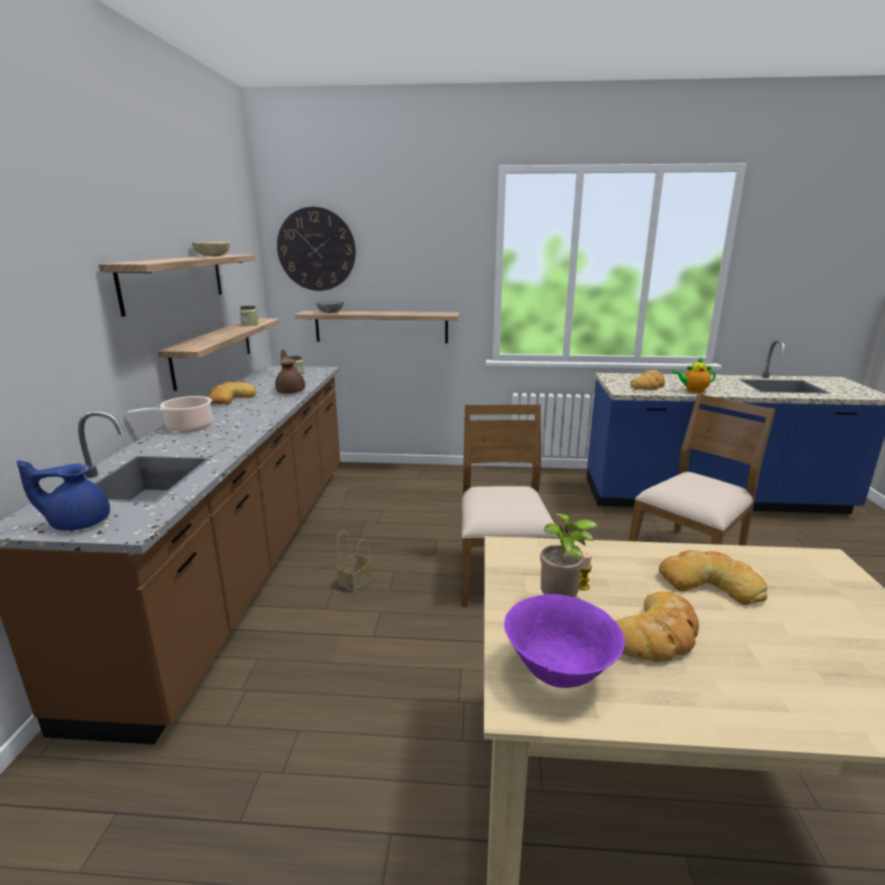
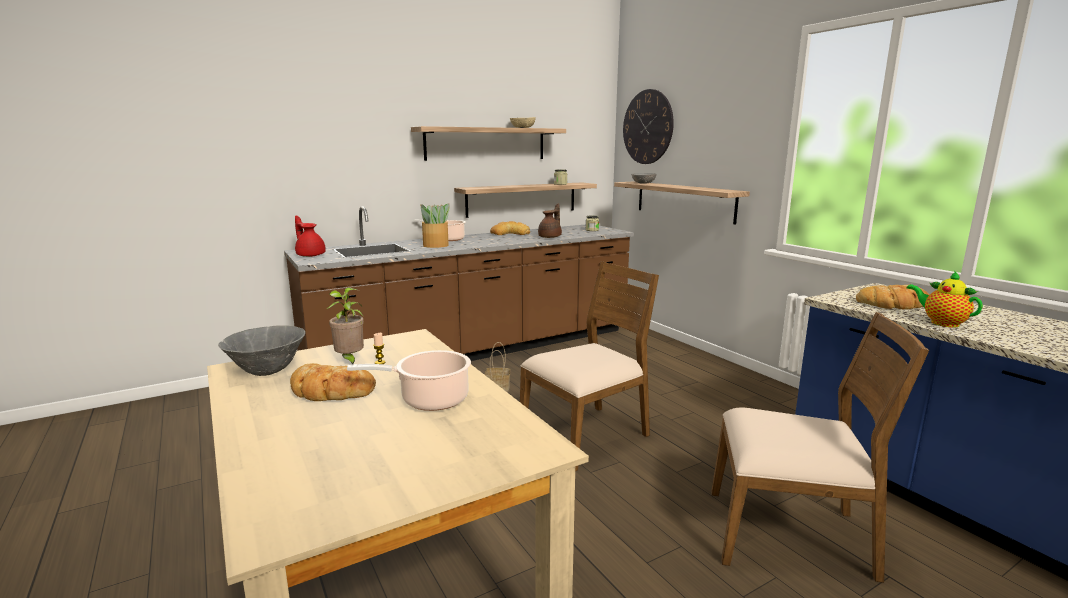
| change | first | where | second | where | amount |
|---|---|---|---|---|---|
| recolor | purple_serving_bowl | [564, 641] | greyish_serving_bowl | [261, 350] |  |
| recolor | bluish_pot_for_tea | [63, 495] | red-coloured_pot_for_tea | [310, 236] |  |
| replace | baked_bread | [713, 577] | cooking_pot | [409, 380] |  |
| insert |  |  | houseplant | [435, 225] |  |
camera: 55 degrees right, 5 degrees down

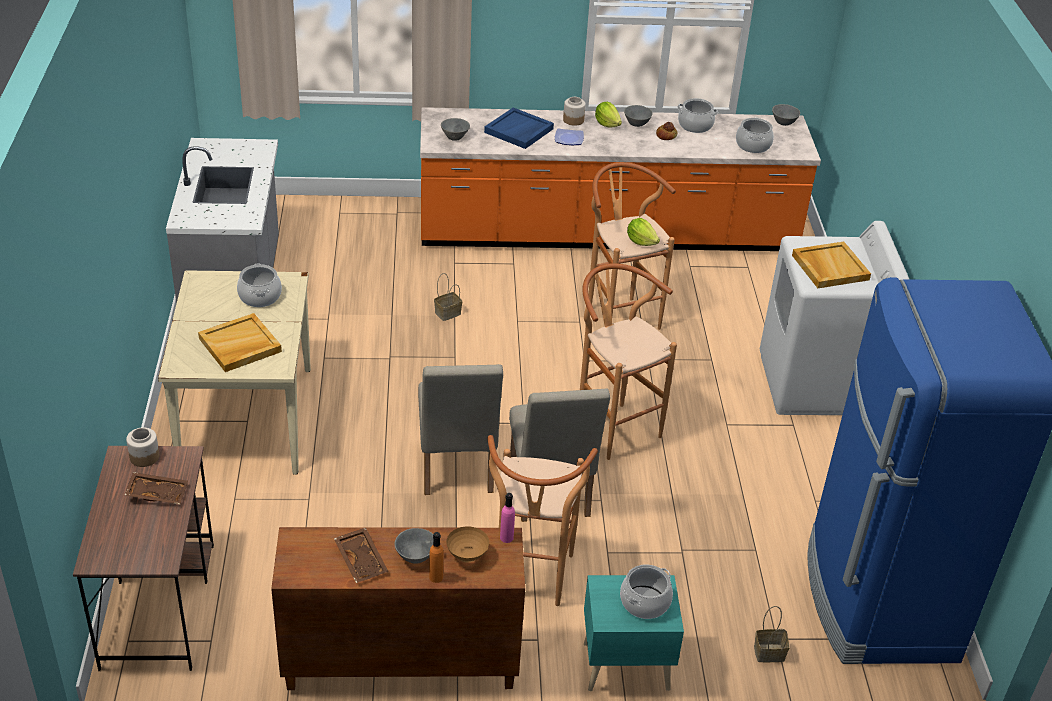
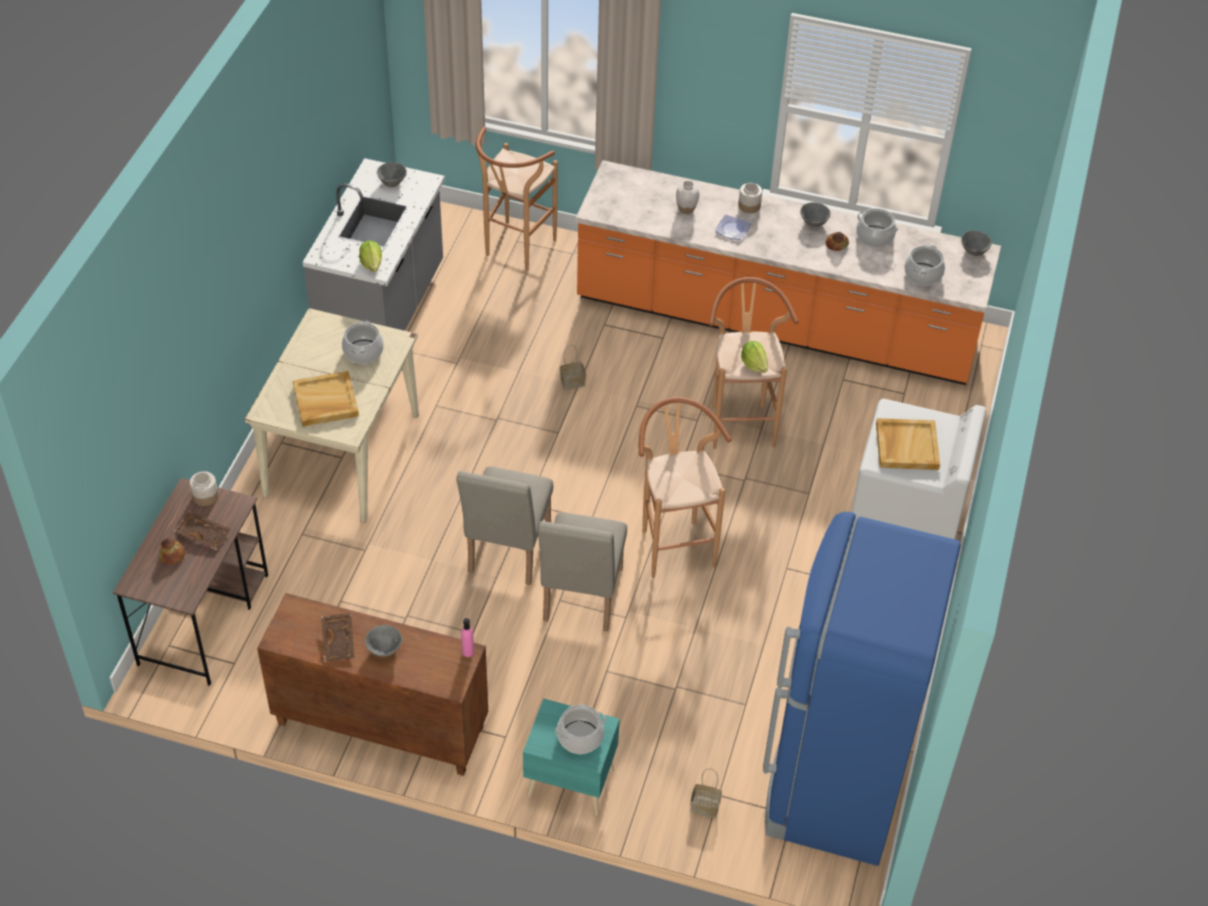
| change | first | where | second | where | amount |
|---|---|---|---|---|---|
| insert |  |  | baked_bread | [172, 551] |  |
| move | head_of_lettuce | [608, 115] |  | [370, 256] |  |
| move | greyish_serving_bowl | [455, 129] |  | [392, 174] |  |
| move | brownish_stool_seat | [542, 520] |  | [517, 199] |  |
| replace | bluish_tray | [519, 128] | whitish_vase | [687, 197] |  |
| delete | orange_bottle | [436, 557] |  |  |  |
| delete | brownish_serving_bowl | [467, 544] |  |  |  |
camera: 20 degrees right, 10 degrees up

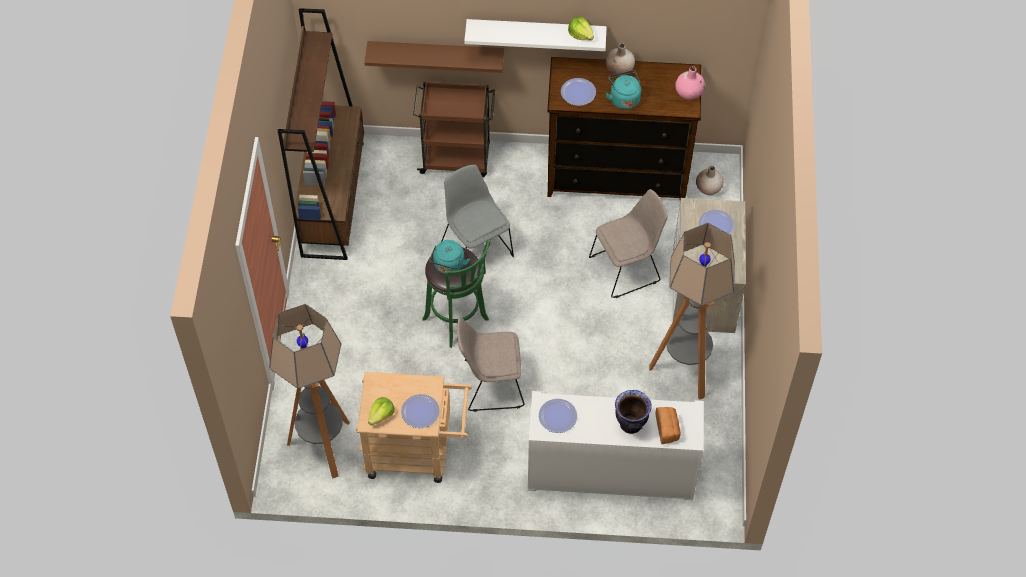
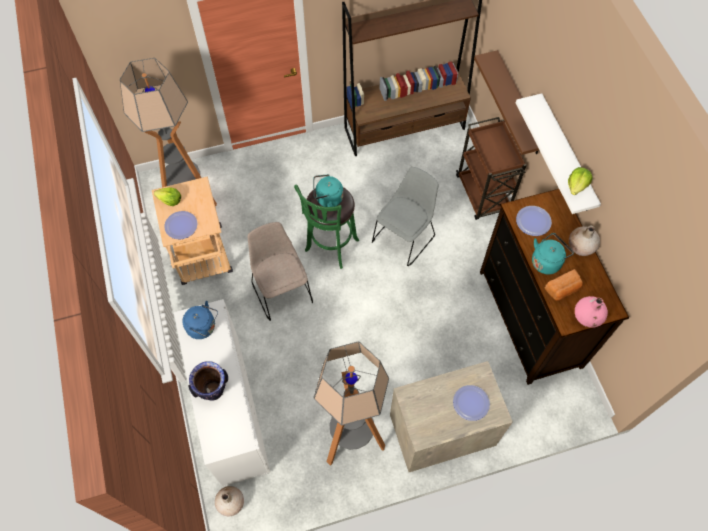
| change | first | where | second | where | amount |
|---|---|---|---|---|---|
| replace | flat_dish | [558, 416] | bluish_water_kettle | [200, 320] |  |
| move | beige_vase | [710, 180] |  | [229, 501] |  |
| move | baked_bread | [668, 425] |  | [564, 285] |  |
| delete | beige_plain_chair | [628, 243] |  |  |  |
camera: 70 degrees right, 5 degrees up

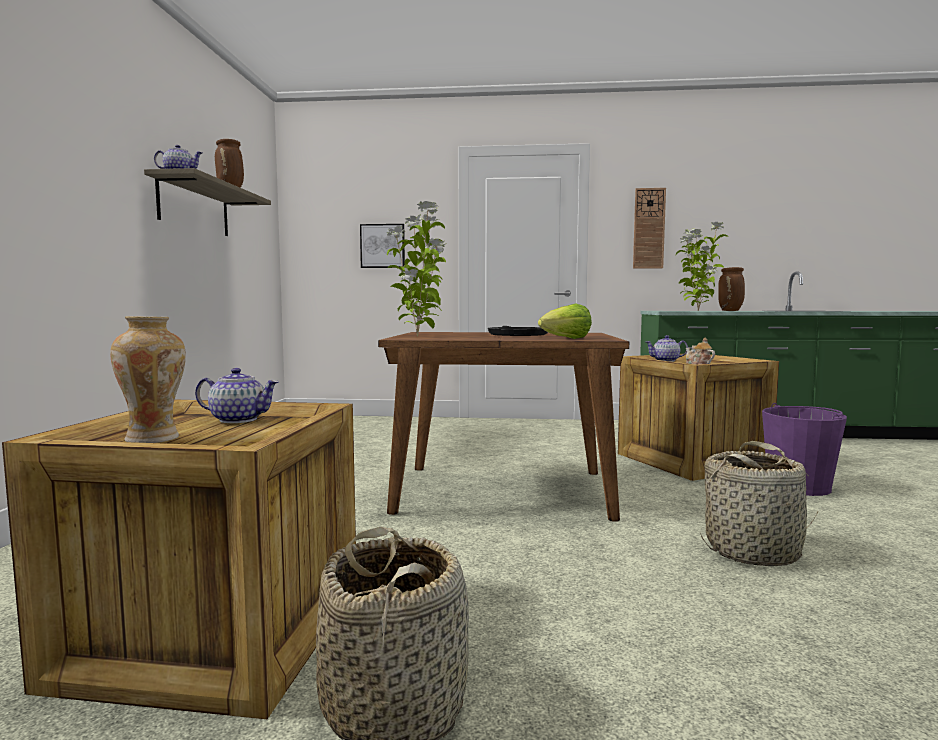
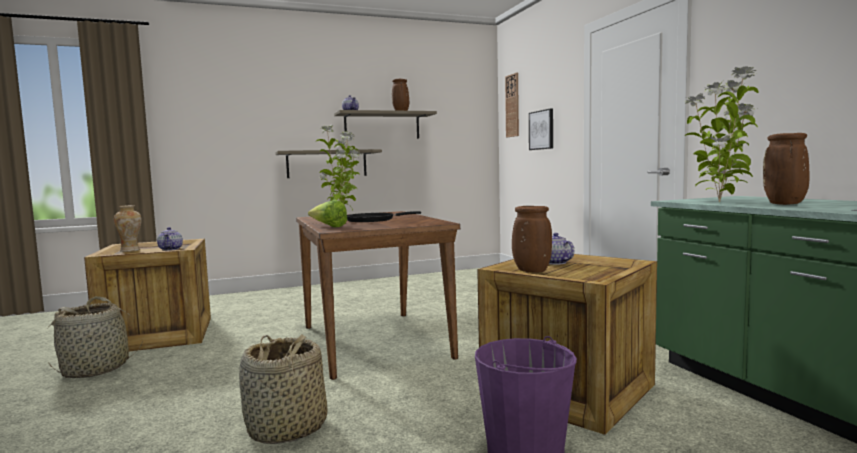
| change | first | where | second | where | amount |
|---|---|---|---|---|---|
| insert |  |  | wall_shelf | [328, 163] |  |
| move | wall_clock | [649, 228] |  | [512, 105] |  |
| replace | pot_for_tea | [700, 351] | brownish_vase | [532, 239] |  |
camera: 65 degrees right, 0 degrees up

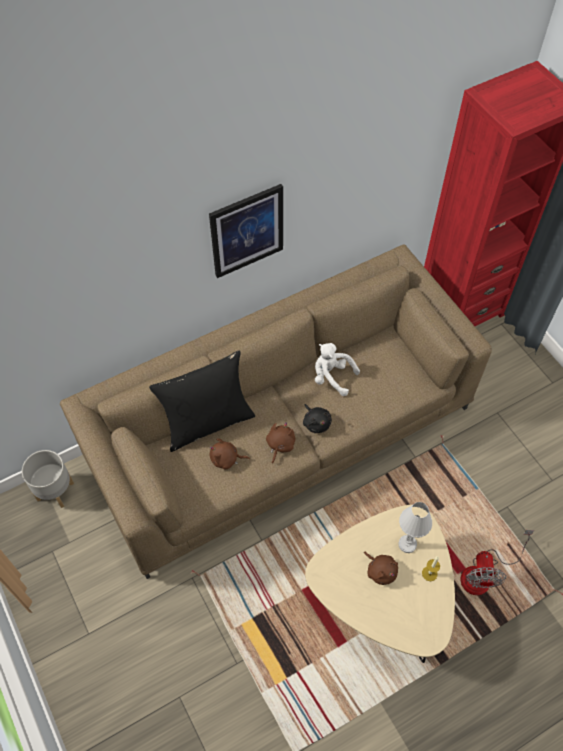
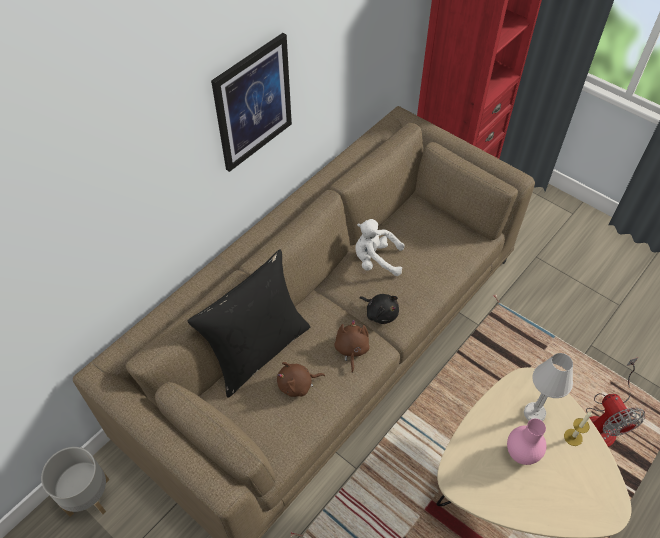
| change | first | where | second | where | amount |
|---|---|---|---|---|---|
| replace | brownish_cuddly_toy | [381, 568] | pinkish_vase | [526, 441] |  |
camera: 20 degrees left, 5 degrees down

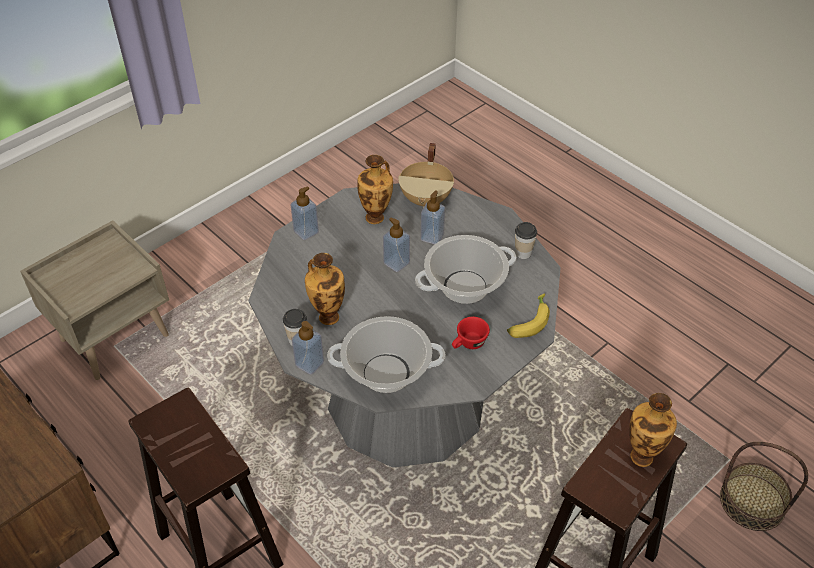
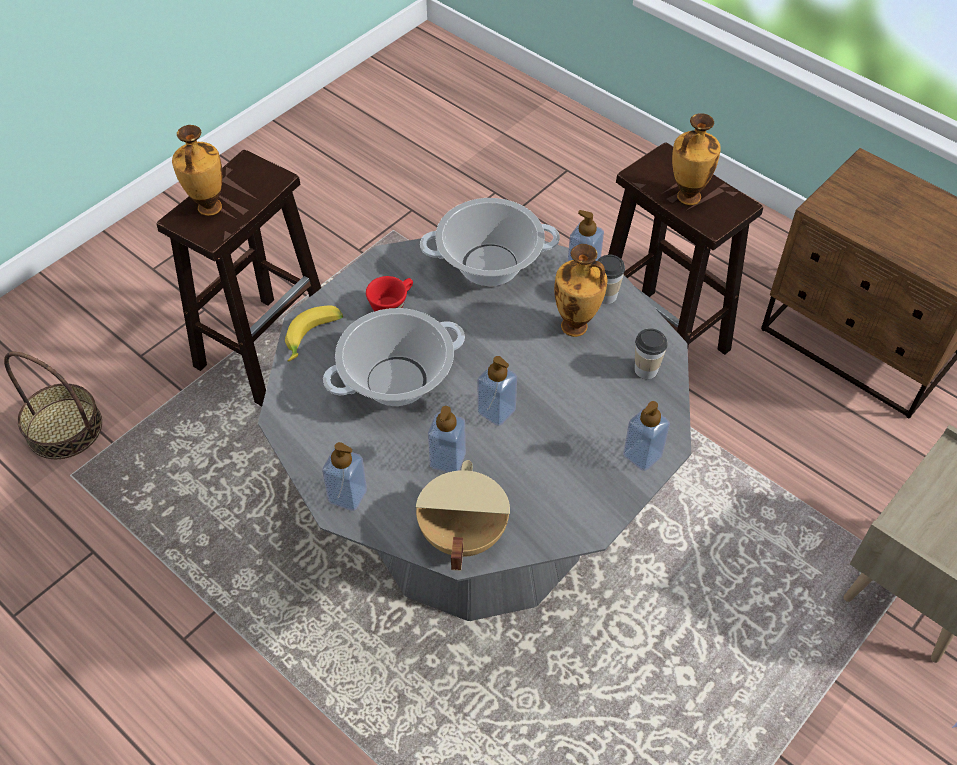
| change | first | where | second | where | amount |
|---|---|---|---|---|---|
| insert |  |  | soap_dispenser | [344, 476] |  |
| move | cup | [526, 240] |  | [651, 353] |  |
| move | vase | [375, 189] |  | [696, 159] |  |
camera: 175 degrees right, 5 degrees up

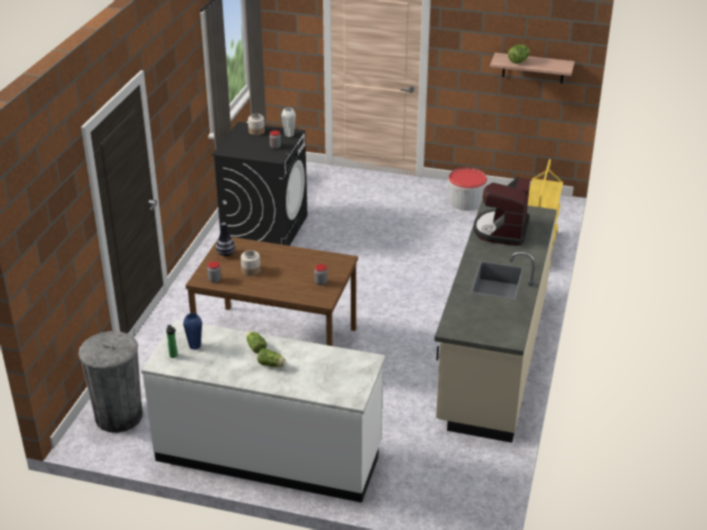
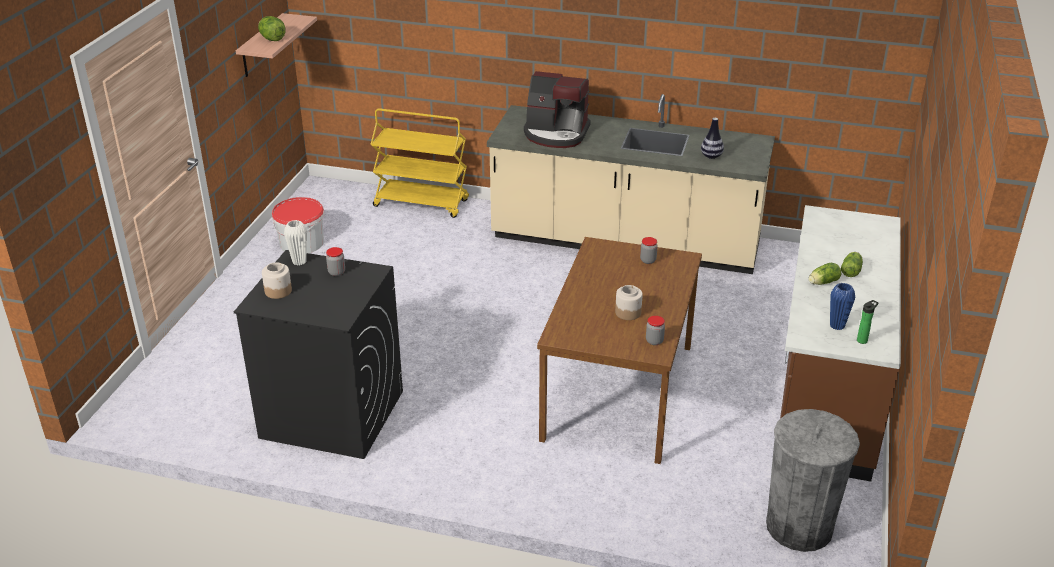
| change | first | where | second | where | amount |
|---|---|---|---|---|---|
| move | vase | [225, 239] |  | [712, 138] |  |
| recolor | whitish_counter | [263, 411] | brownish_counter | [840, 343] |  |
camera: 90 degrees left, 0 degrees up

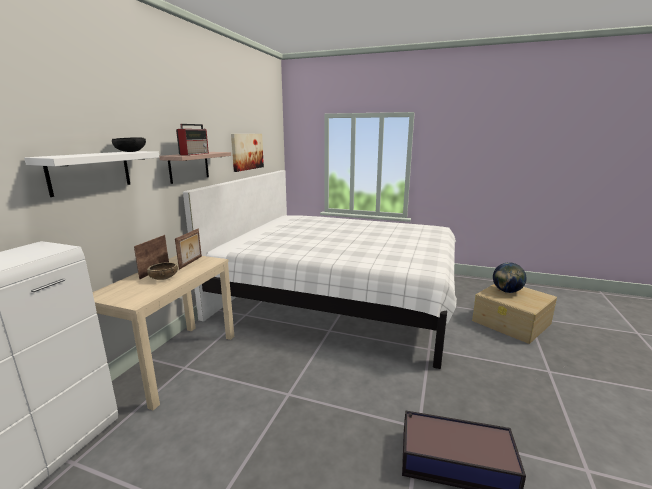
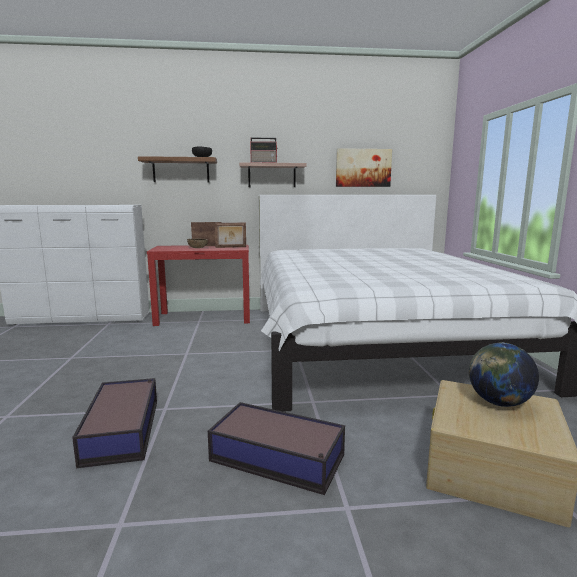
| change | first | where | second | where | amount |
|---|---|---|---|---|---|
| recolor | whitish_wall_shelf | [91, 174] | brownish_wall_shelf | [177, 169] |  |
| recolor | beige_narrow_table | [163, 333] | red-coloured_narrow_table | [198, 285] |  |
| insert |  |  | storage_bin | [276, 448] |  |
camera: 65 degrees right, 5 degrees down

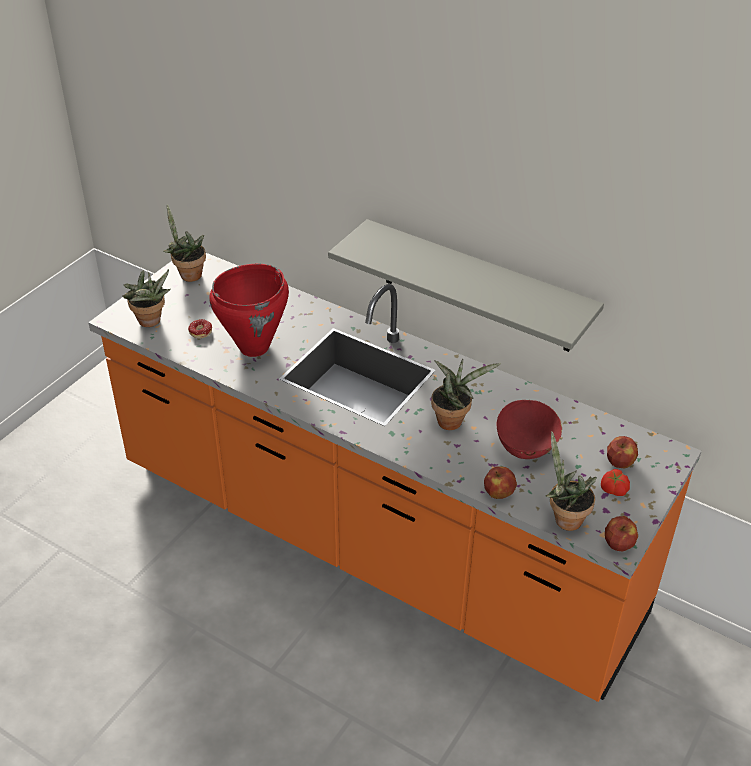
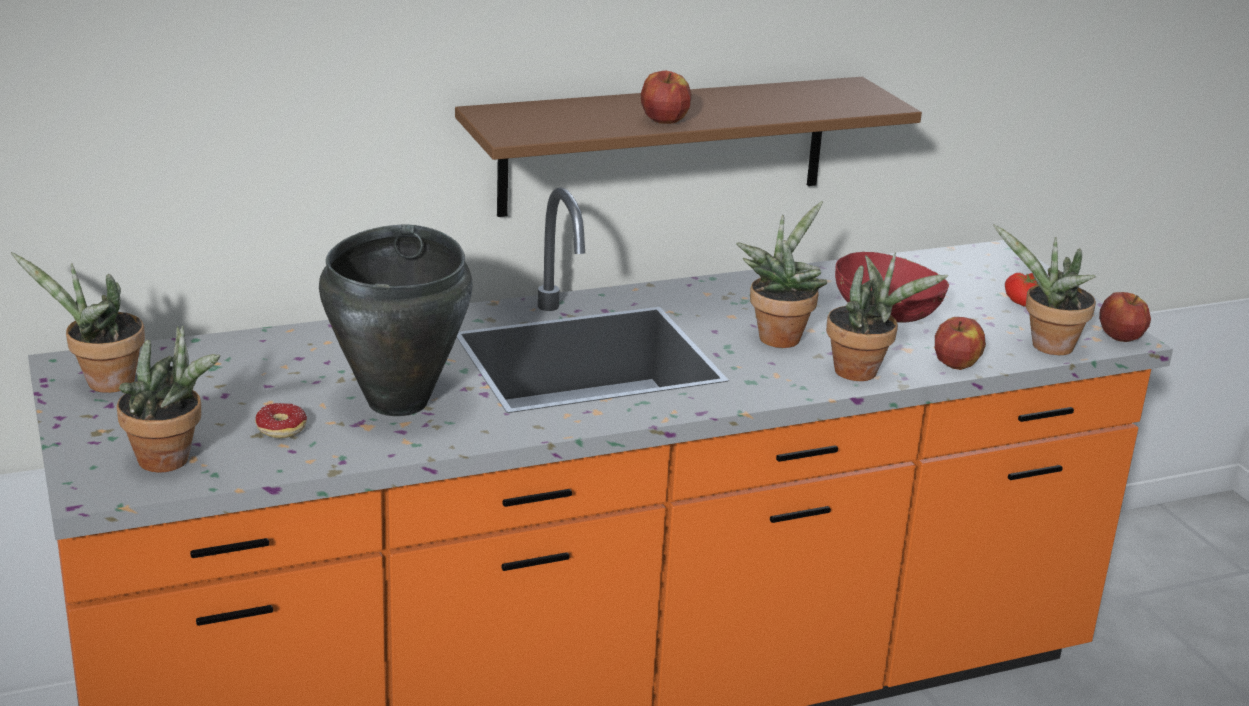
| change | first | where | second | where | amount |
|---|---|---|---|---|---|
| recolor | red-coloured_cooking_pot | [249, 310] | black-coloured_cooking_pot | [395, 320] |  |
| recolor | greyish_wall_shelf | [466, 285] | brownish_wall_shelf | [688, 147] |  |
| move | apple | [622, 452] |  | [666, 97] |  |
| insert |  |  | houseplant | [887, 317] |  |
camera: 55 degrees left, 15 degrees down

